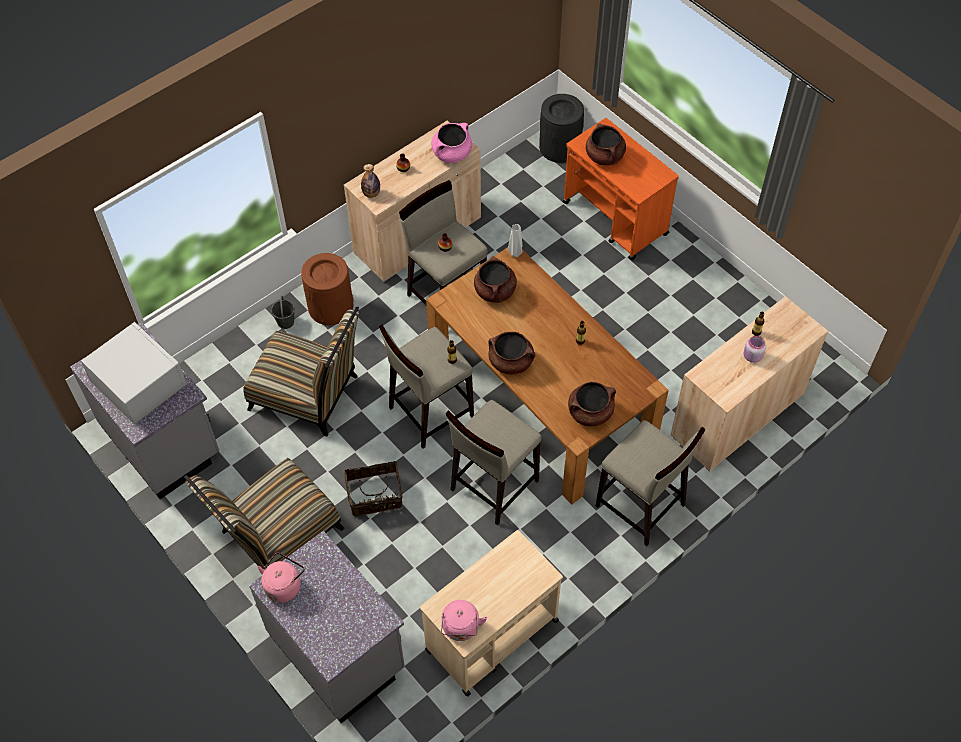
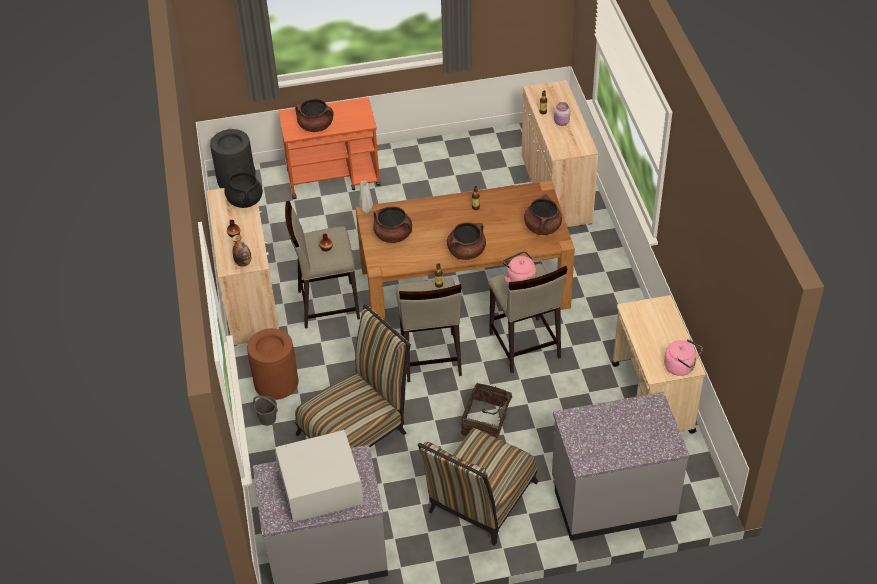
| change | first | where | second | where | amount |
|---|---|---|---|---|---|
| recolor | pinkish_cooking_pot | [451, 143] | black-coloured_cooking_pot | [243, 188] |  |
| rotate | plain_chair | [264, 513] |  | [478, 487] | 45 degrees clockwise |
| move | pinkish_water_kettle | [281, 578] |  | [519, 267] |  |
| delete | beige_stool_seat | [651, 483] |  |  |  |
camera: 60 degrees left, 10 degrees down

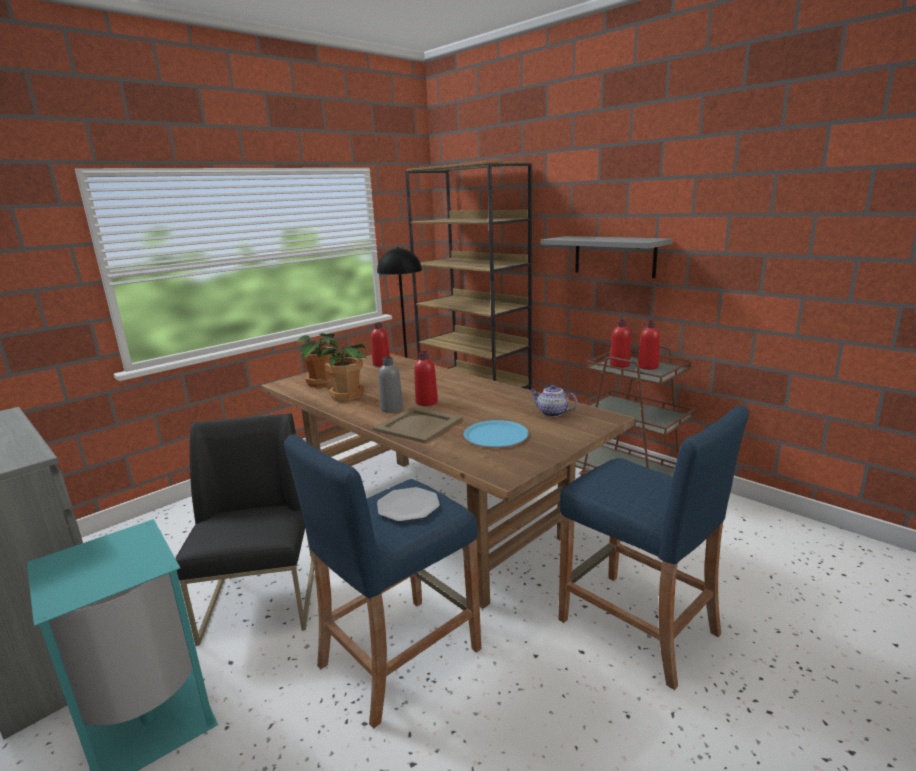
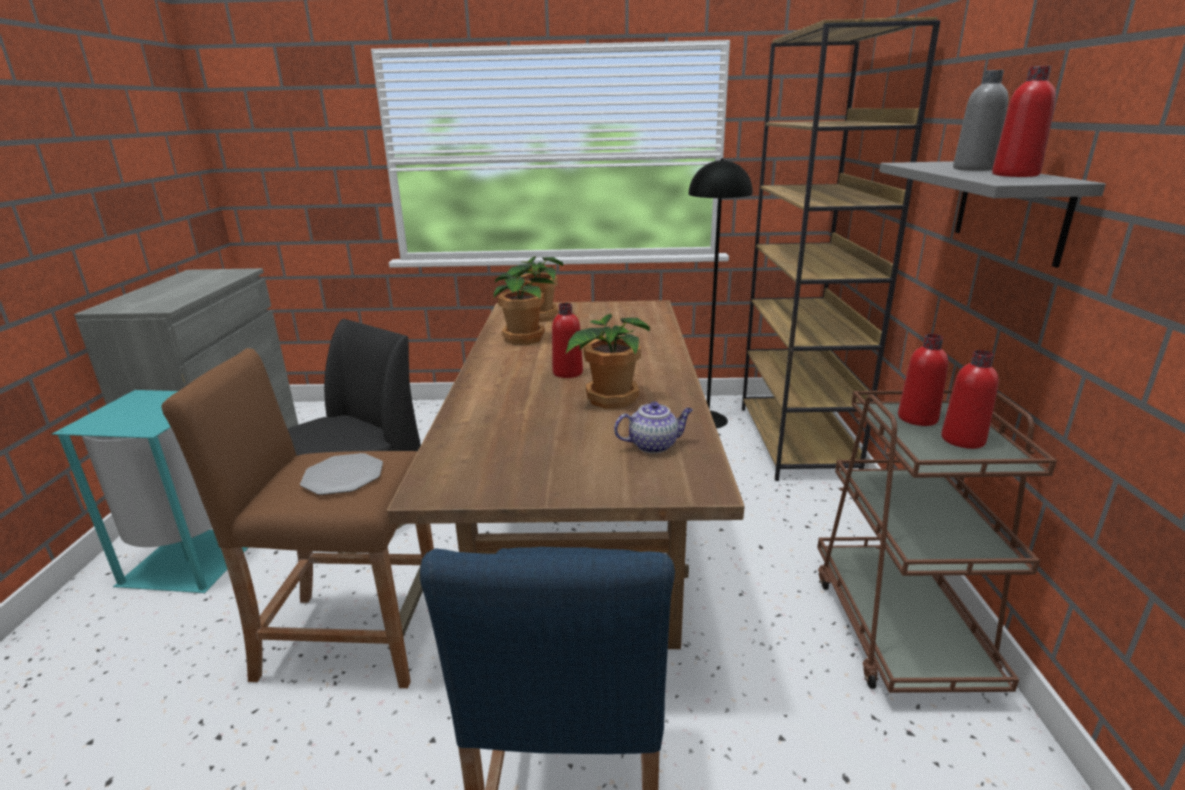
| change | first | where | second | where | amount |
|---|---|---|---|---|---|
| recolor | bluish_stool_seat | [382, 581] | brownish_stool_seat | [297, 518] |  |
| insert |  |  | houseplant | [608, 361] |  |
| rotate | pot_for_tea | [553, 401] |  | [653, 427] | 90 degrees clockwise |
| move | greyish_bottle | [391, 385] |  | [980, 120] |  |
| move | red-coloured_bottle | [380, 344] |  | [1024, 121] |  |
| delete | beige_tray | [417, 425] |  |  |  |
| delete | bluish_flat_dish | [496, 433] |  |  |  |
camera: 45 degrees right, 5 degrees up

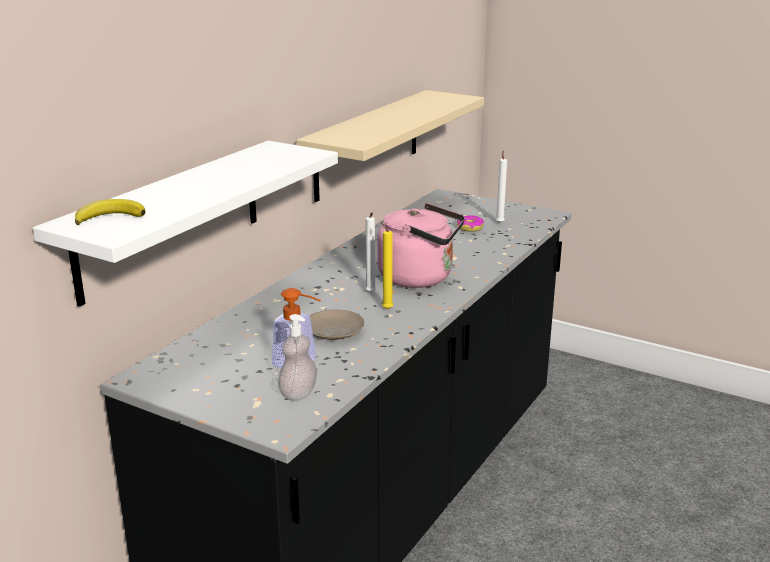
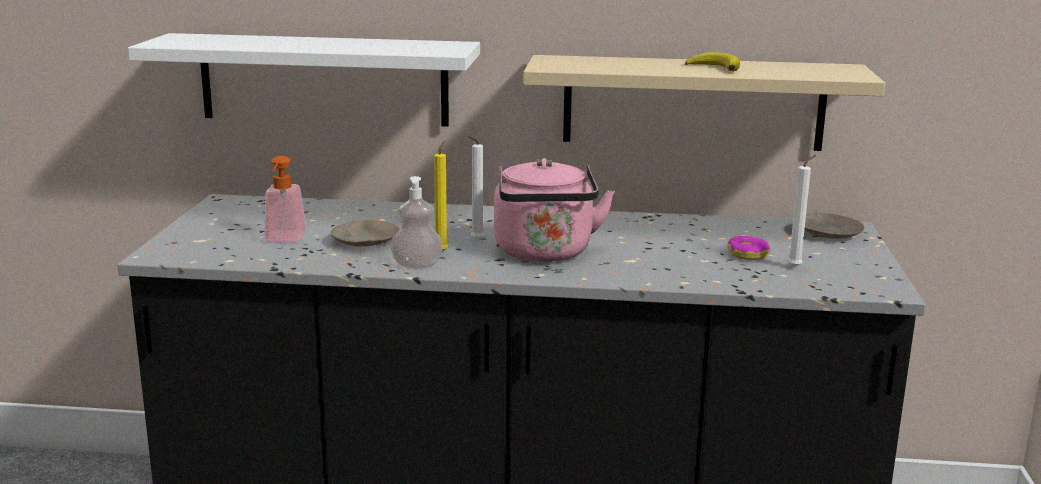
| change | first | where | second | where | amount |
|---|---|---|---|---|---|
| move | soap_dispenser | [297, 357] |  | [417, 222] |  |
| move | whole_banana | [110, 212] |  | [712, 62] |  |
| insert |  |  | beige_flat_dish | [835, 226] |  |
camera: 65 degrees right, 5 degrees down

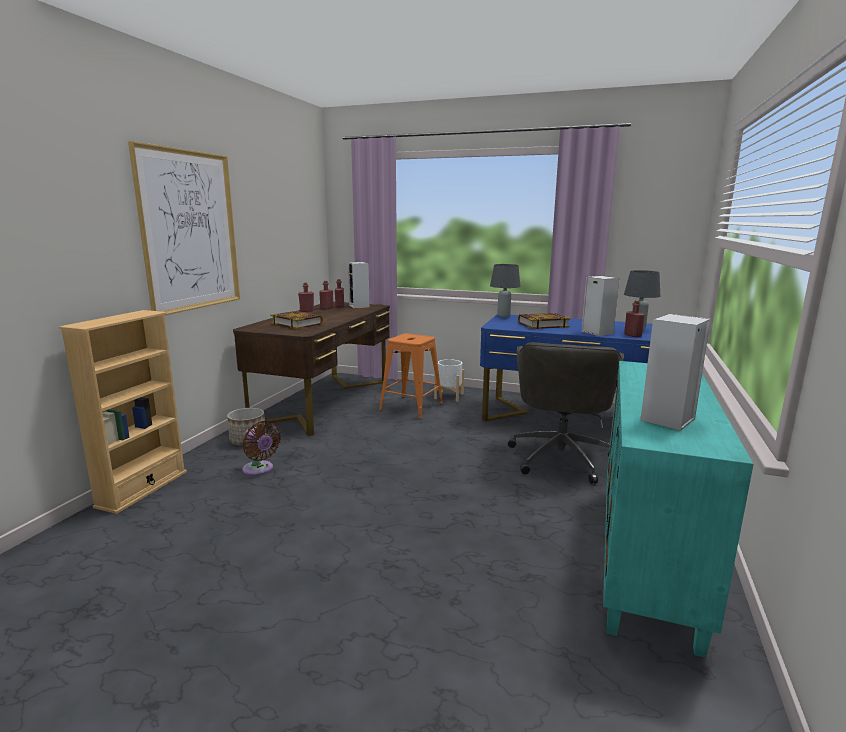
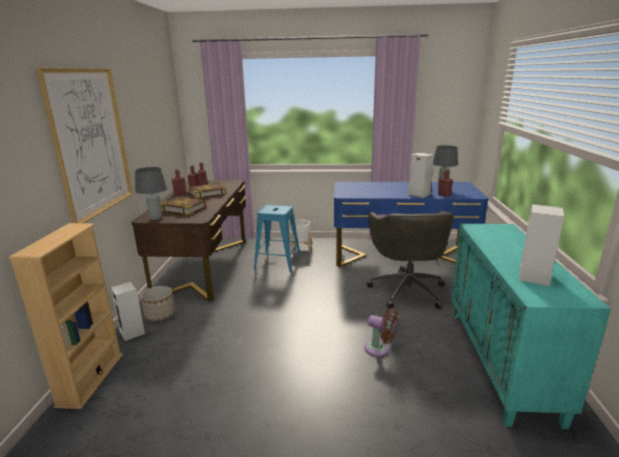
| change | first | where | second | where | amount |
|---|---|---|---|---|---|
| move | audio_speaker | [358, 285] |  | [127, 311] |  |
| move | greyish_table_lamp | [505, 290] |  | [151, 193] |  |
| move | volume | [544, 321] |  | [208, 191] |  |
| recolor | orange_stool_seat | [411, 376] | bluish_stool_seat | [277, 238] |  |
| move | brownish_fan | [261, 448] |  | [381, 332] |  |
camera: 15 degrees left, 5 degrees up

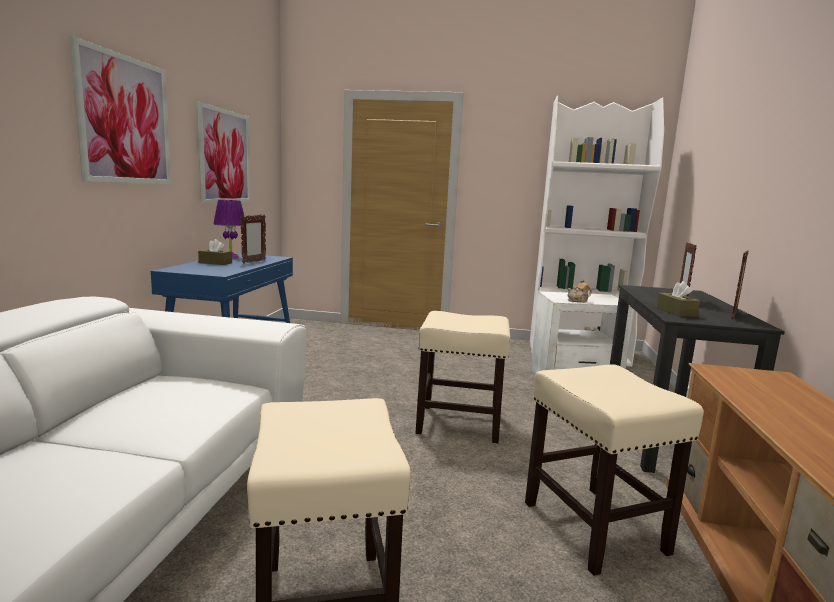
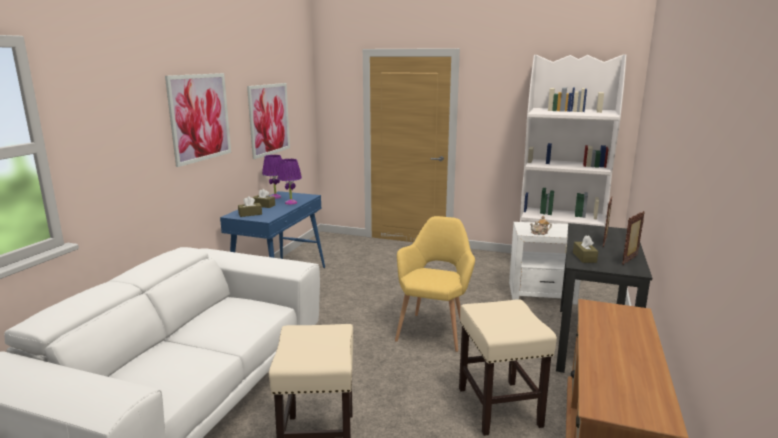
| change | first | where | second | where | amount |
|---|---|---|---|---|---|
| insert |  |  | brownish_box_of_tissues | [250, 206] |  |
| replace | picture_frame | [253, 239] | purple_table_lamp | [290, 182] |  |
| replace | beige_stool_seat | [463, 377] | yellowish_lounge_chair | [435, 284] |  |
camera: 10 degrees right, 5 degrees up

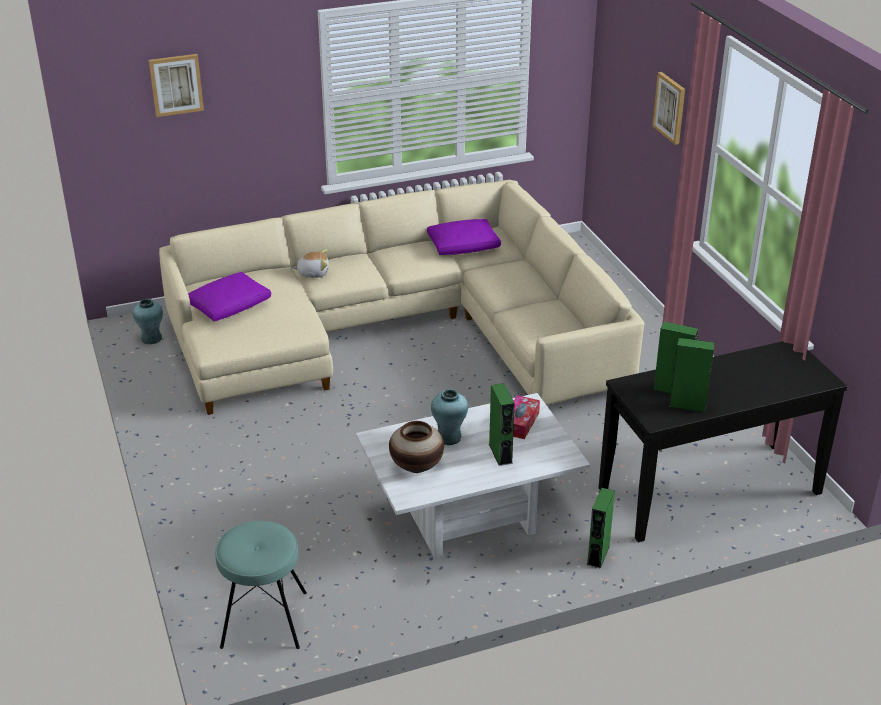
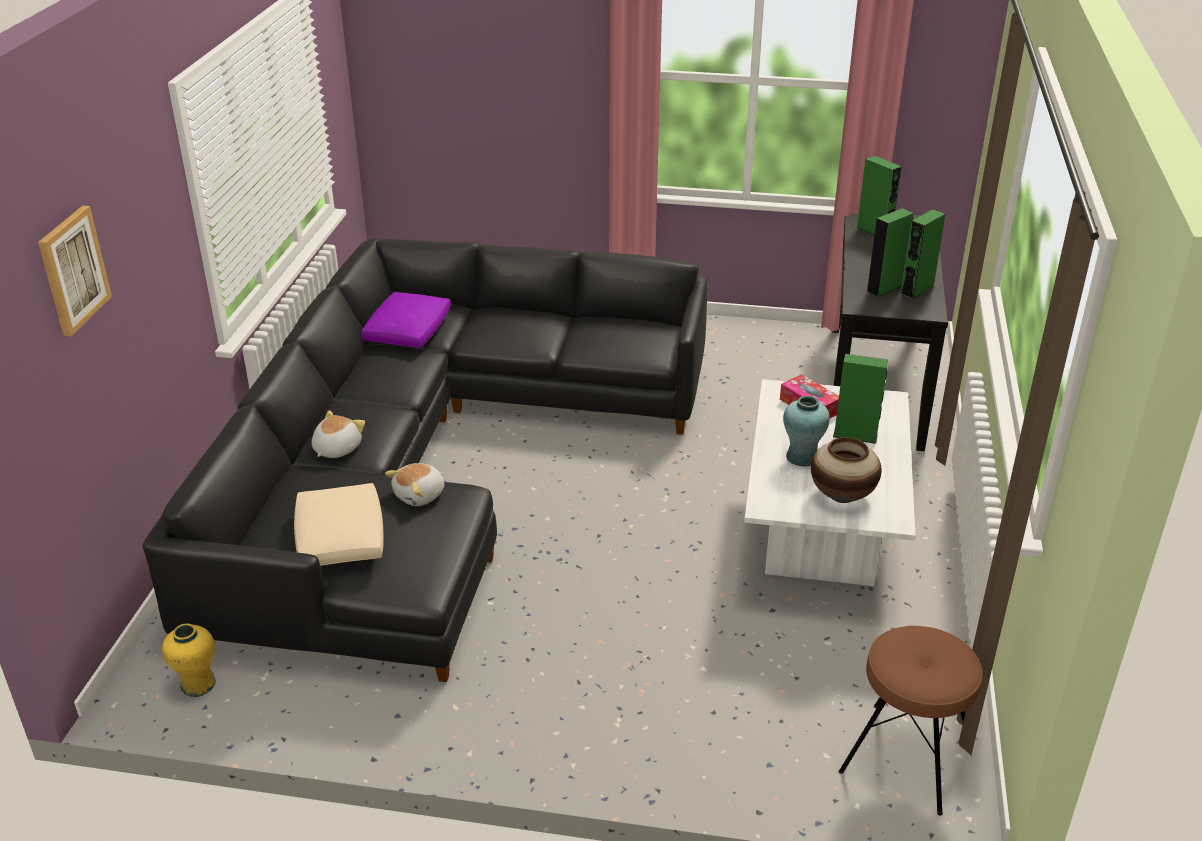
| change | first | where | second | where | amount |
|---|---|---|---|---|---|
| recolor | beige_settee | [401, 297] | black-coloured_settee | [424, 460] |  |
| recolor | turquoise_vase | [148, 321] | yellowish_vase | [189, 660] |  |
| recolor | purple_cushion | [229, 296] | beige_cushion | [339, 524] |  |
| insert |  |  | cuddly_toy | [414, 484] |  |
| recolor | turquoise_stool_seat | [261, 585] | brownish_stool_seat | [911, 721] |  |
| move | green-coloured_audio_speaker | [601, 528] |  | [879, 195] |  |
| delete | picture | [668, 108] |  |  |  |
camera: 60 degrees left, 0 degrees up

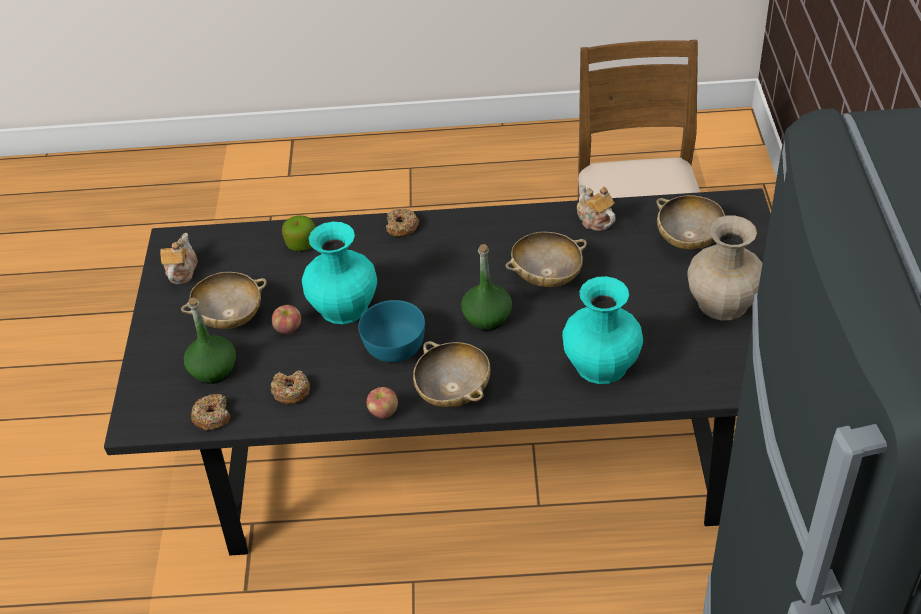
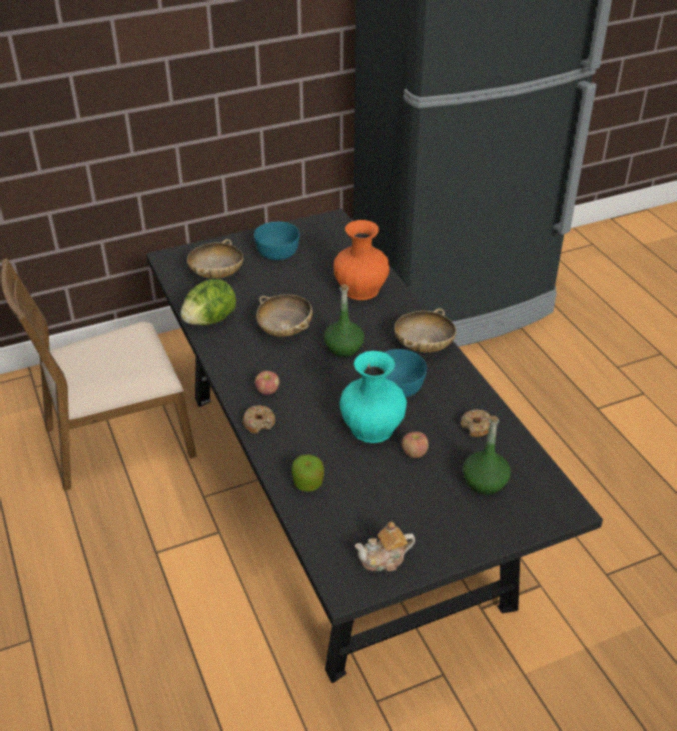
| change | first | where | second | where | amount |
|---|---|---|---|---|---|
| replace | pot_for_tea | [596, 207] | head_of_lettuce | [208, 301] |  |
| replace | beige_vase | [725, 268] | turquoise_serving_bowl | [277, 240] |  |
| move | apple | [382, 403] |  | [267, 383] |  |
| recolor | turquoise_vase | [602, 330] | orange_vase | [361, 260] |  |
| delete | beige_serving_bowl | [224, 300] |  |  |  |
| delete | ring_doughnut | [210, 412] |  |  |  |
camera: 115 degrees left, 5 degrees down

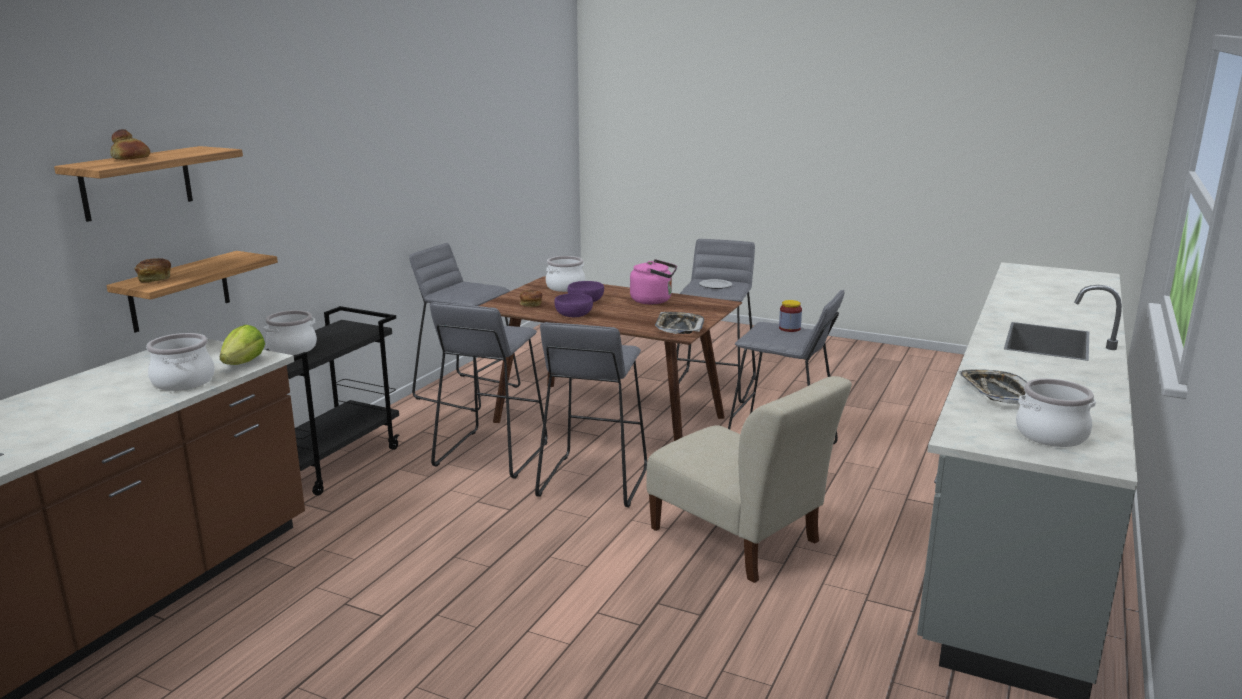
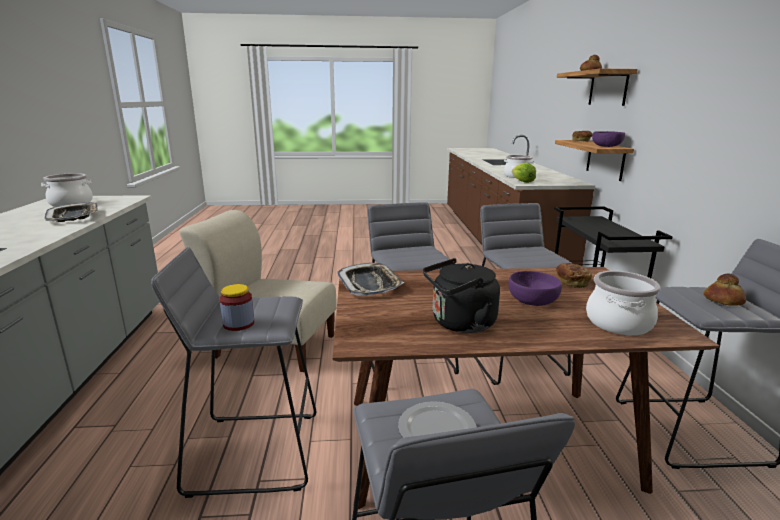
| change | first | where | second | where | amount |
|---|---|---|---|---|---|
| recolor | pinkish_water_kettle | [653, 281] | black-coloured_water_kettle | [461, 295] |  |
| move | purple_serving_bowl | [573, 305] |  | [608, 139] |  |
| insert |  |  | baked_bread | [725, 289] |  |
| delete | cooking_pot | [290, 332] |  |  |  |
camera: 150 degrees right, 0 degrees up

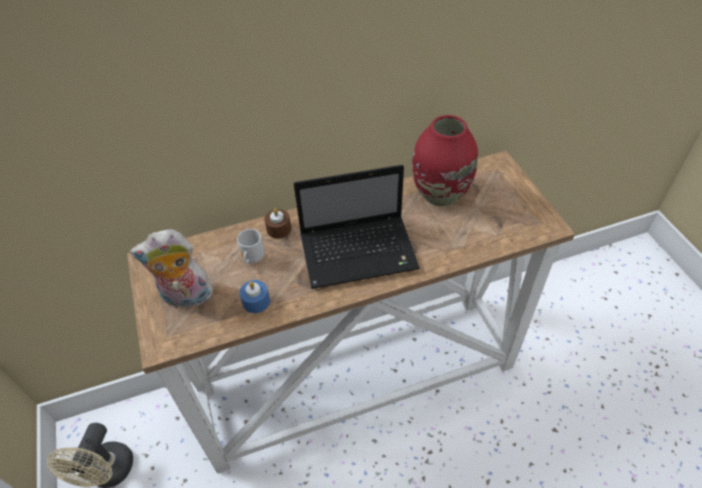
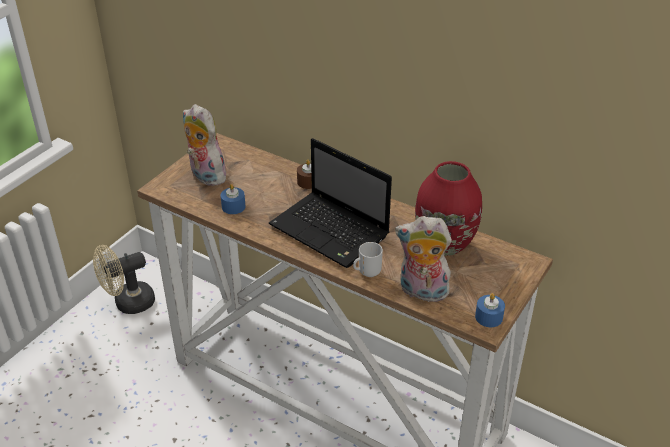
| change | first | where | second | where | amount |
|---|---|---|---|---|---|
| move | coffee_mug | [250, 246] |  | [368, 259] |  |
| insert |  |  | cuddly_toy | [424, 259] |  |
| insert |  |  | bluish_wax_candle | [490, 310] |  |
camera: 50 degrees right, 10 degrees down

